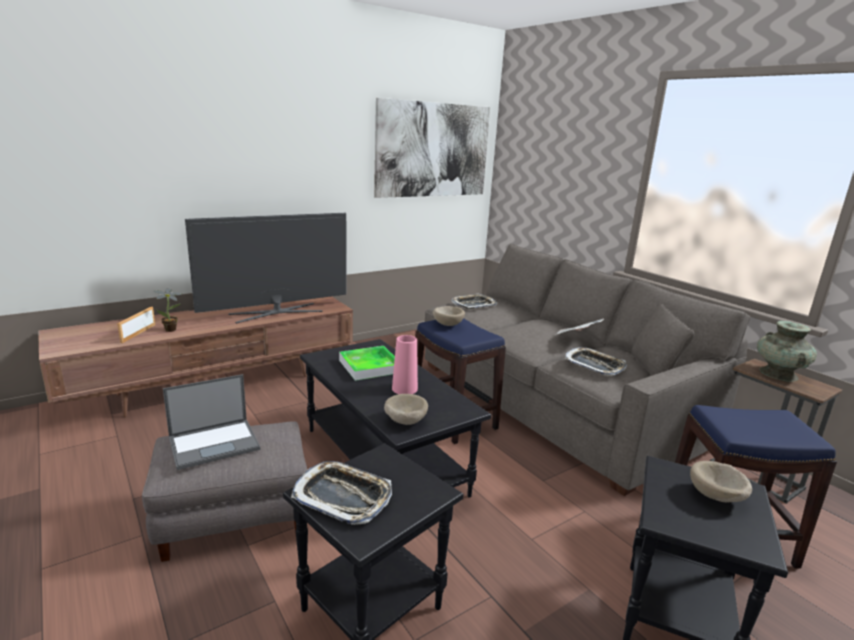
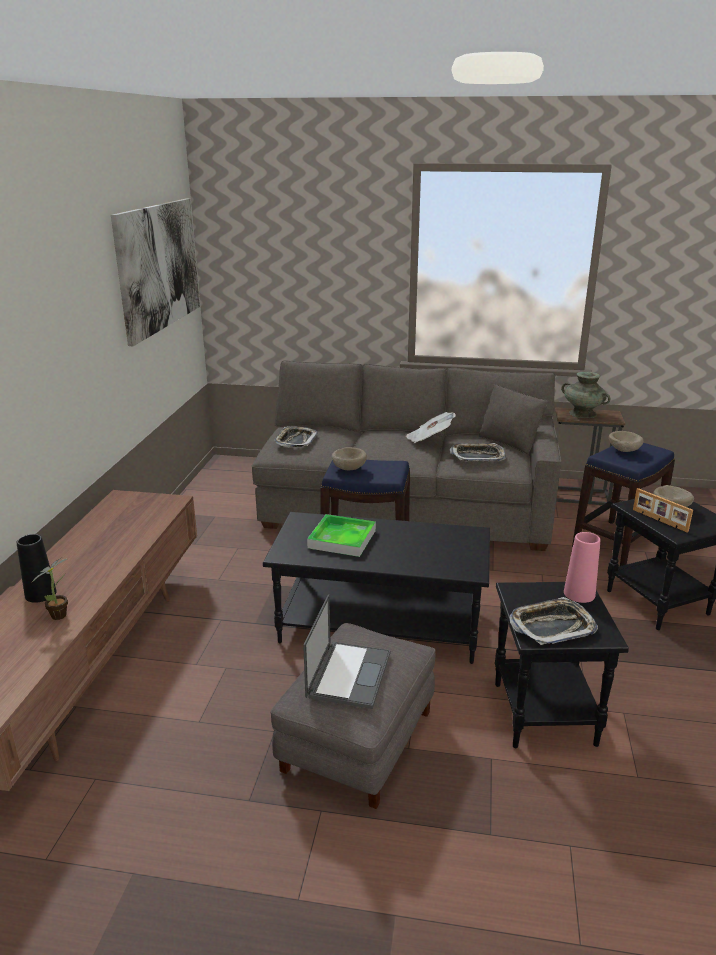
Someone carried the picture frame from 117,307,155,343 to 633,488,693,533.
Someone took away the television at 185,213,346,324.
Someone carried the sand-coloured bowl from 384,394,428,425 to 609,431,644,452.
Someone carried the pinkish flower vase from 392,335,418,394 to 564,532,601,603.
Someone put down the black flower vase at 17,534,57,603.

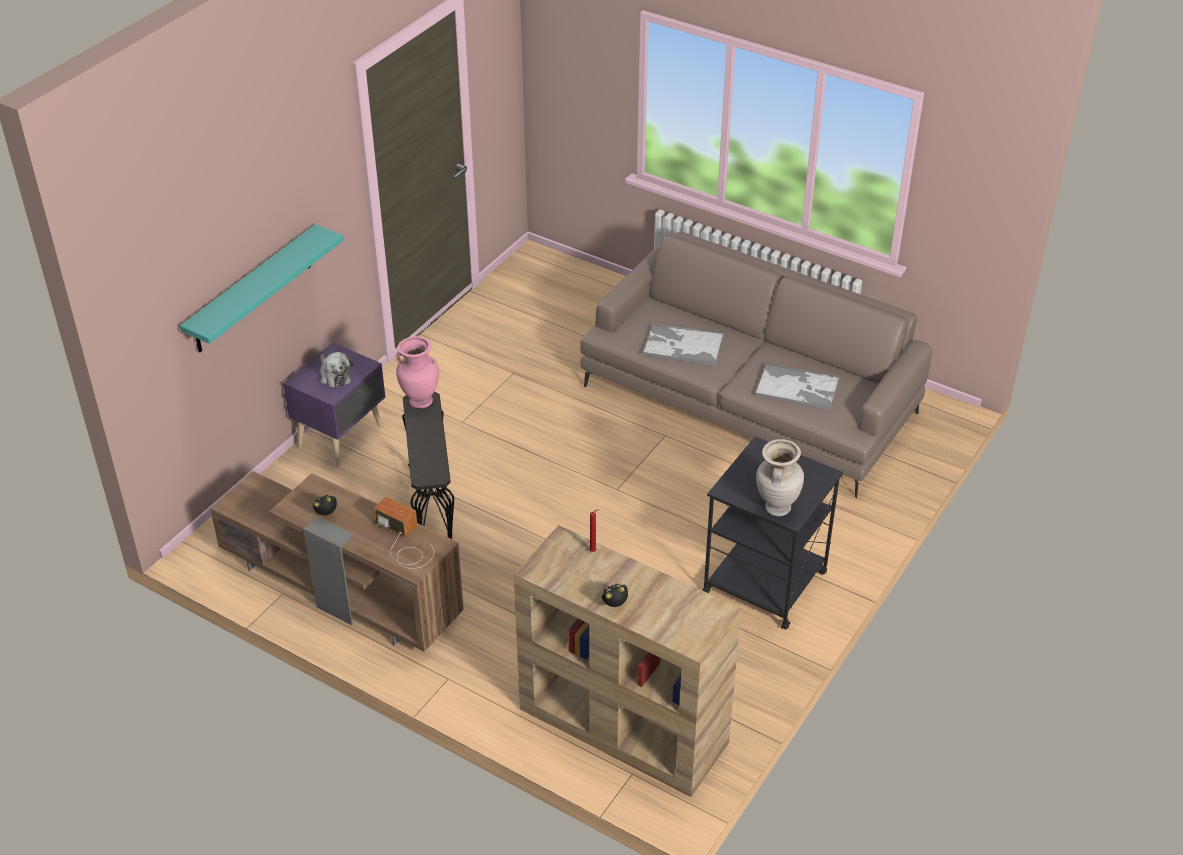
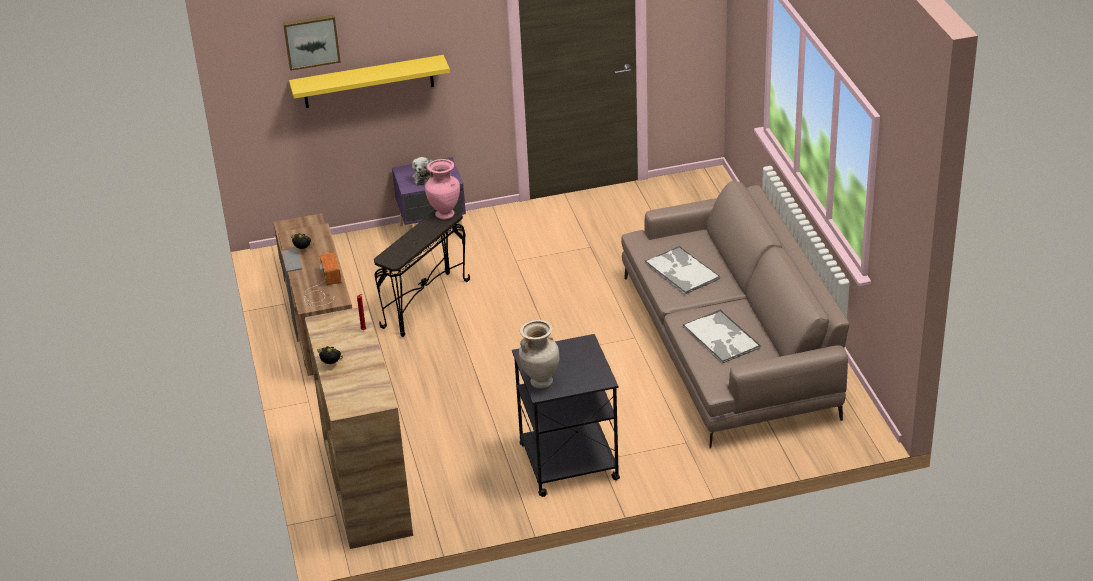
Someone repainted the turquoise wall shelf at 180,224,344,353, which became the yellow wall shelf at 289,55,450,108.
Someone put up the wall art at 283,15,341,71.

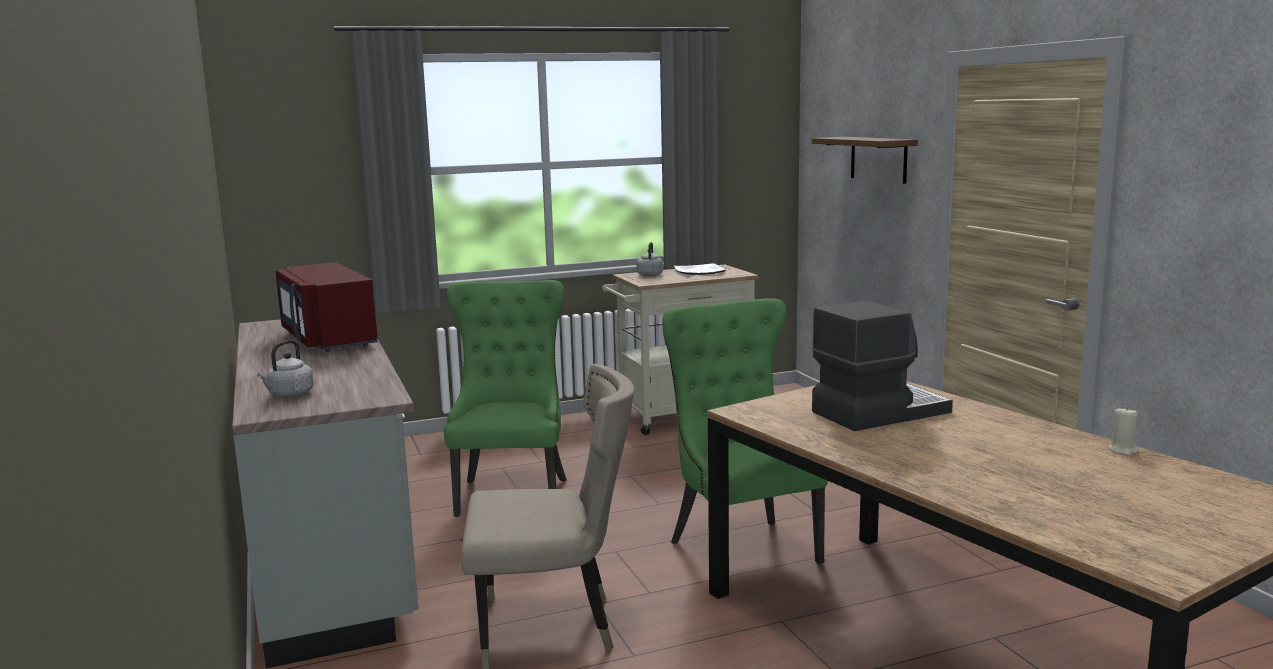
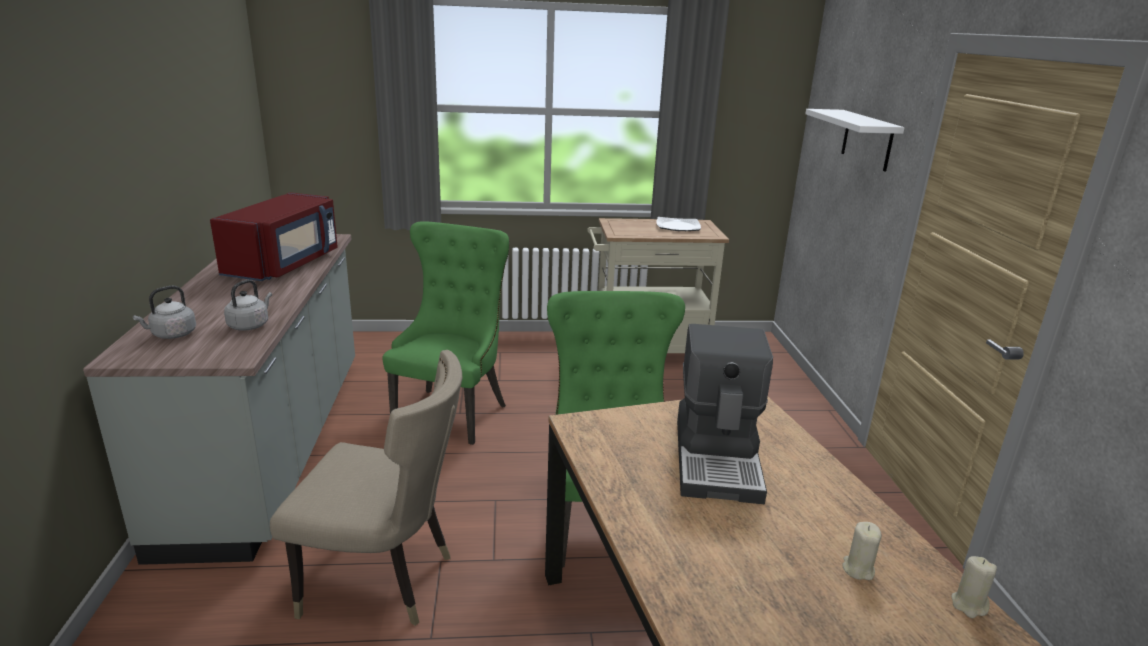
Someone rotated the red microwave oven at 276,262,378,352 by 150 degrees counterclockwise.
Someone carried the greyish water kettle from 637,242,663,276 to 224,279,272,330.
Someone repainted the brown wall shelf at 812,137,918,184, which became the whitish wall shelf at 805,109,905,172.
Someone rotated the coffee maker at 812,301,953,431 by 105 degrees clockwise.
Someone put down the sand-coloured wax candle at 842,522,882,580.

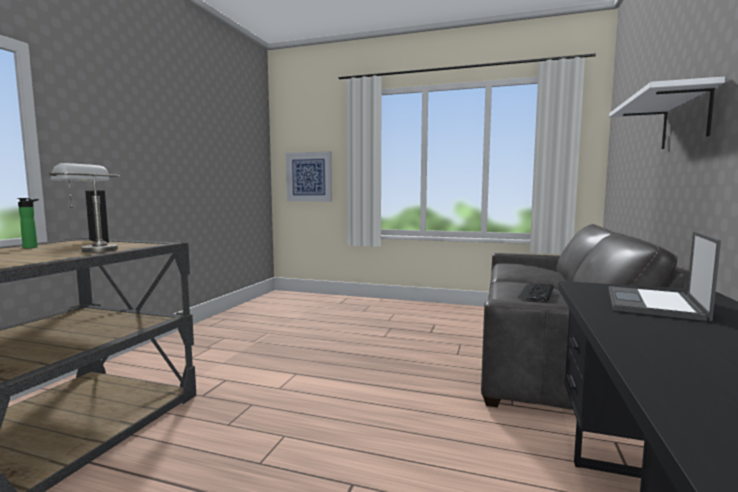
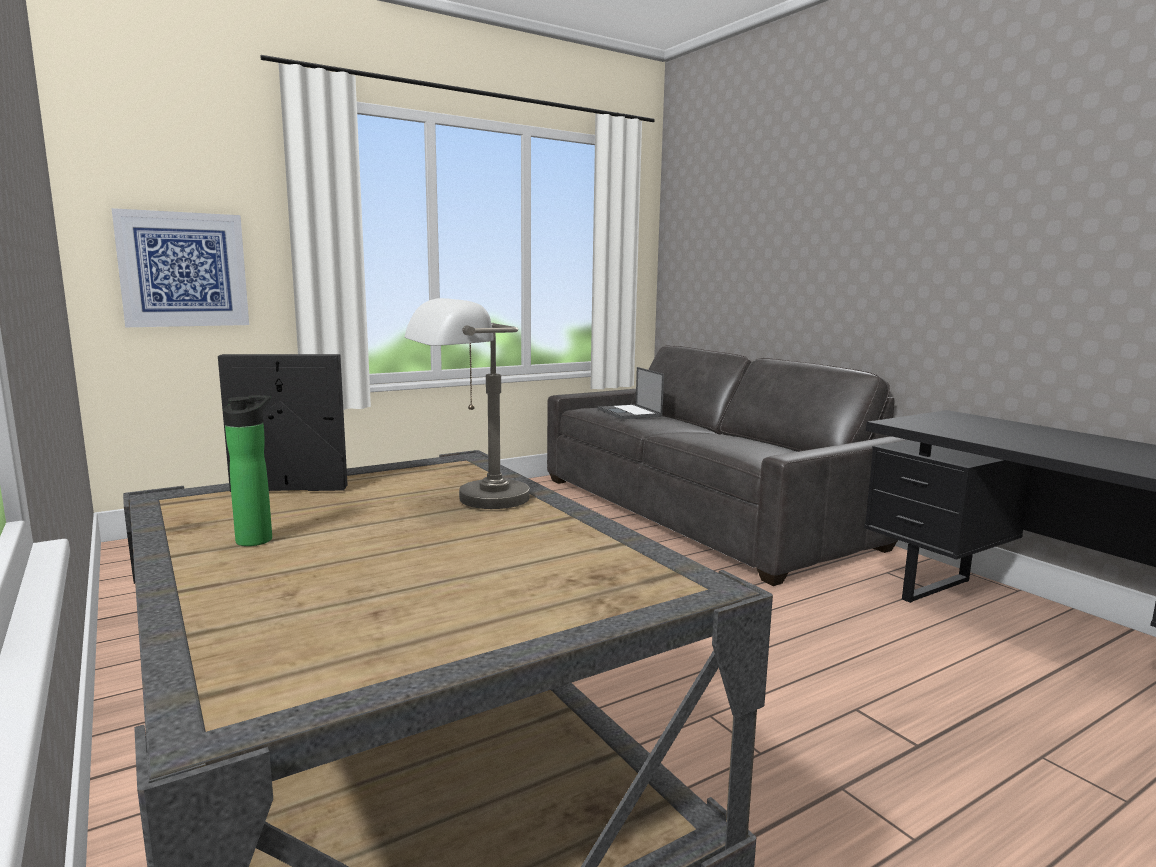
Someone took away the computer keyboard at 518,284,554,301.
Someone took away the whitish wall shelf at 609,77,725,149.
Someone carried the portable computer from 609,231,721,321 to 598,367,664,419.

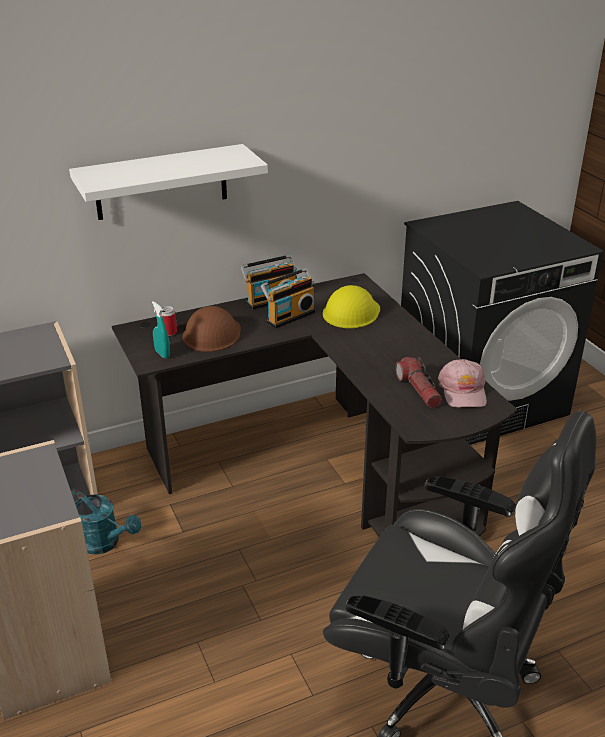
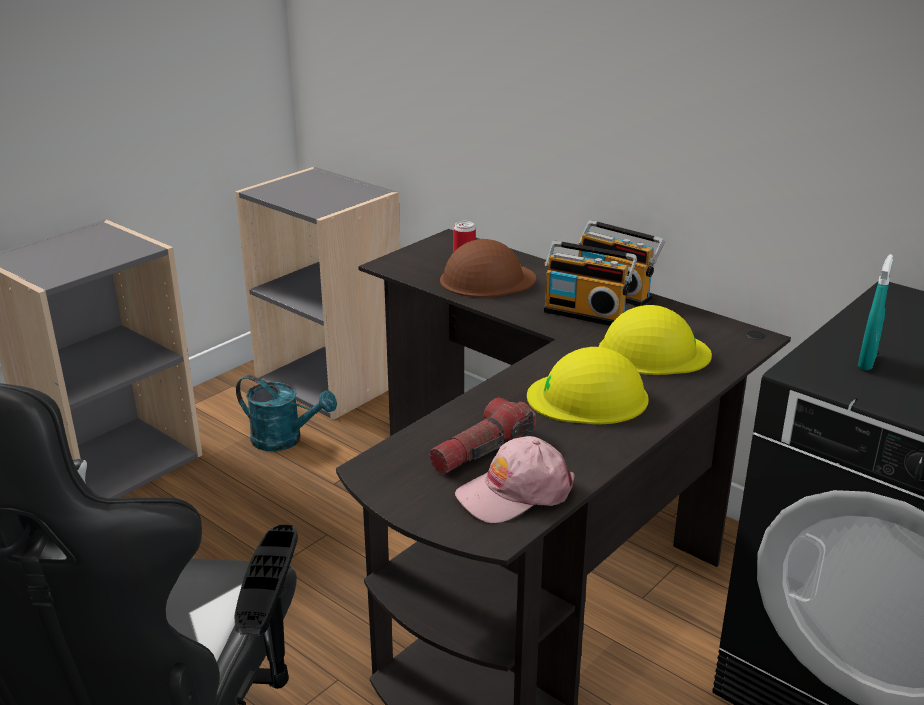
Someone took away the whitish wall shelf at 69,144,268,220.
Someone rotated the turquoise watering pot at 71,490,141,555 by 75 degrees counterclockwise.
Someone carried the turquoise hand sprayer from 152,301,170,359 to 858,254,893,370.
Someone put down the yellow work helmet at 527,347,649,424.

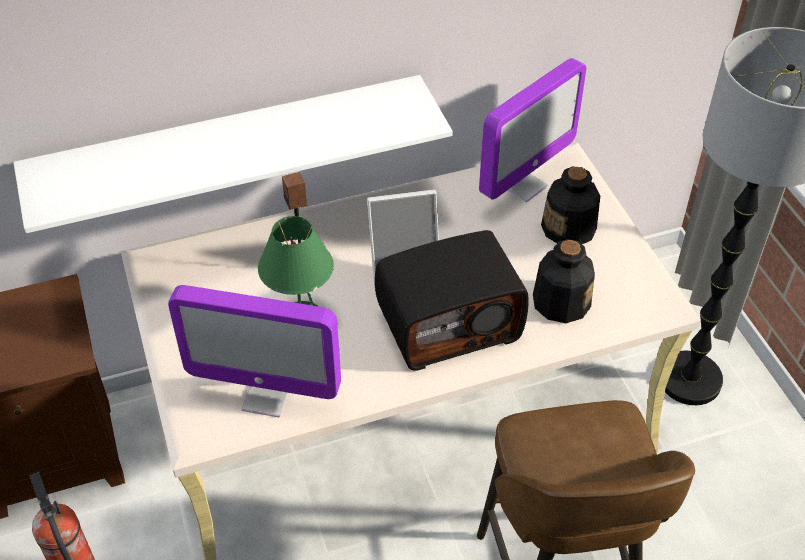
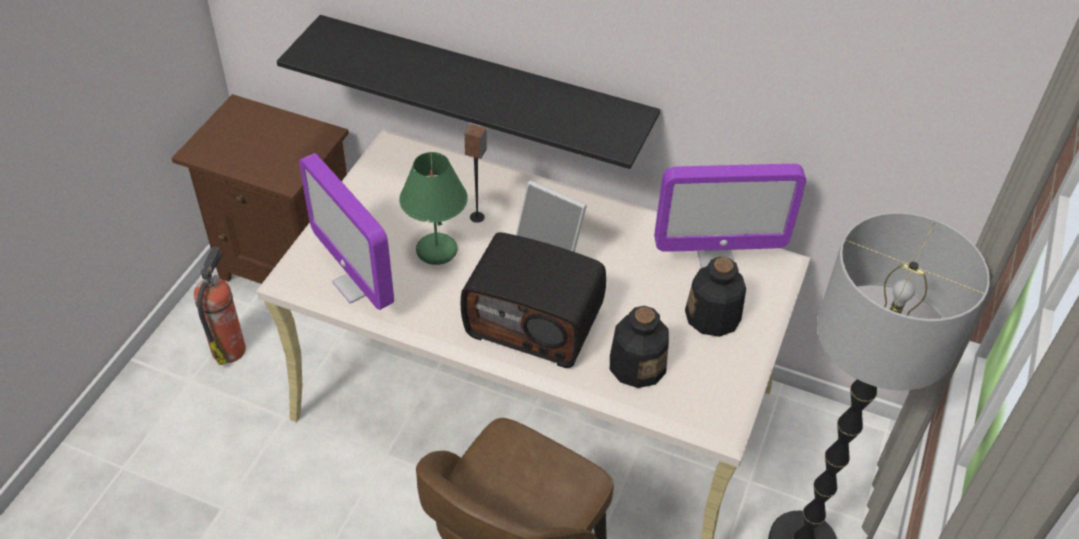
Someone repainted the whitish wall shelf at 13,75,453,233, which became the black wall shelf at 277,15,660,169.

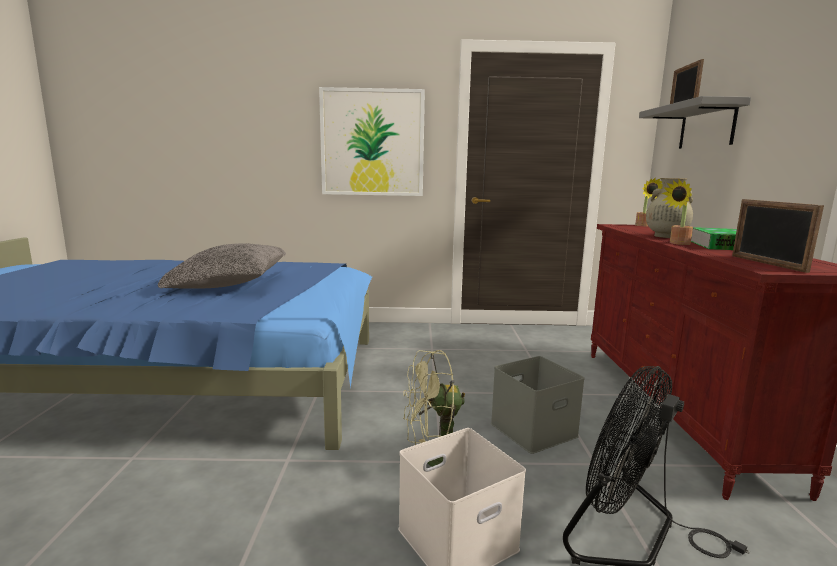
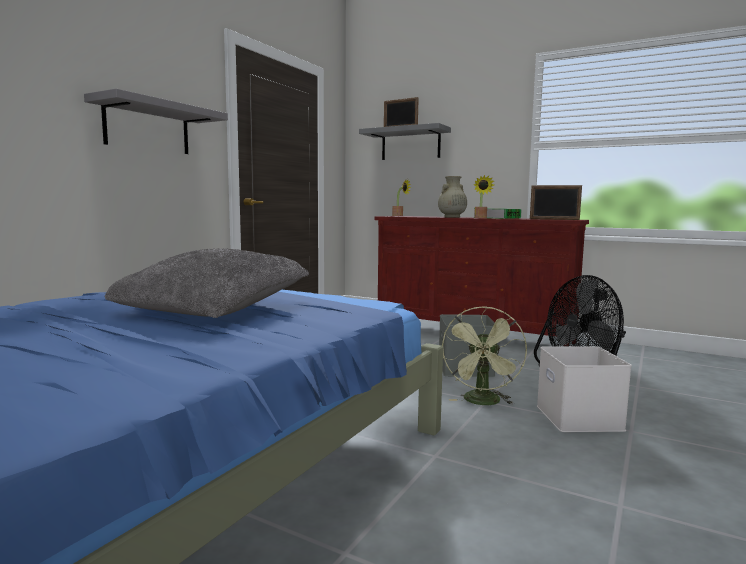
Someone swapped the wall art at 319,87,425,196 for the greyish wall shelf at 84,89,228,154.

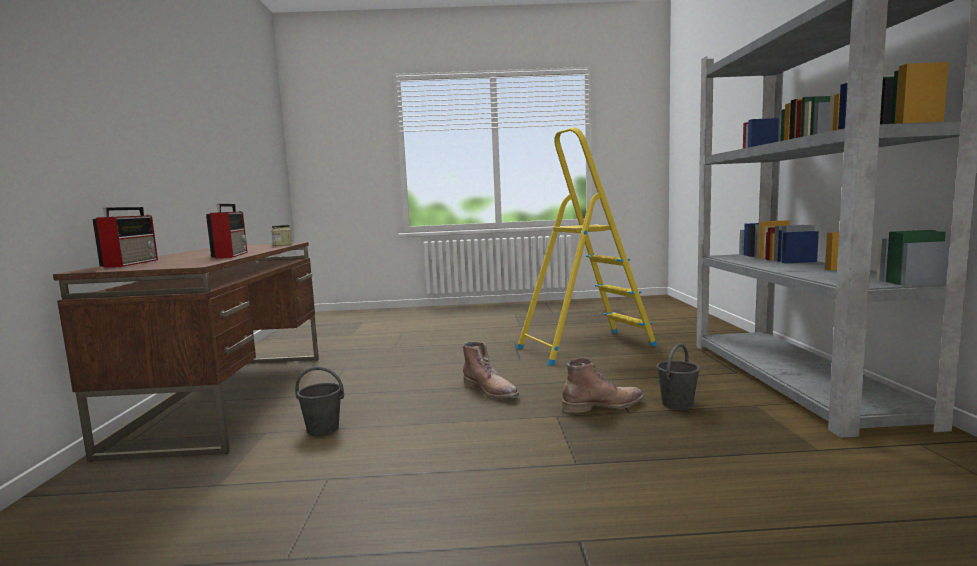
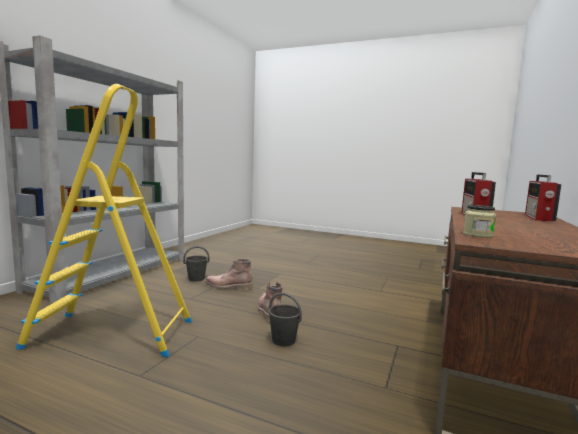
Someone carried the greyish pail from 295,366,344,436 to 269,293,302,346.

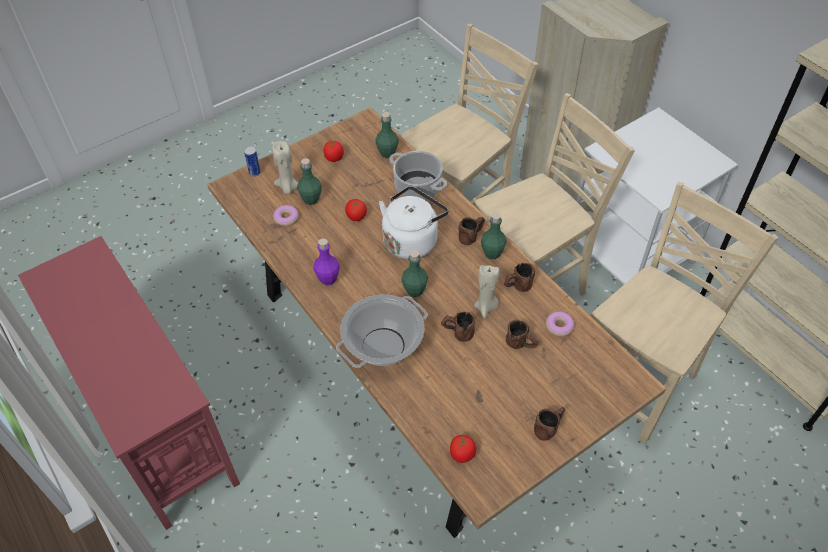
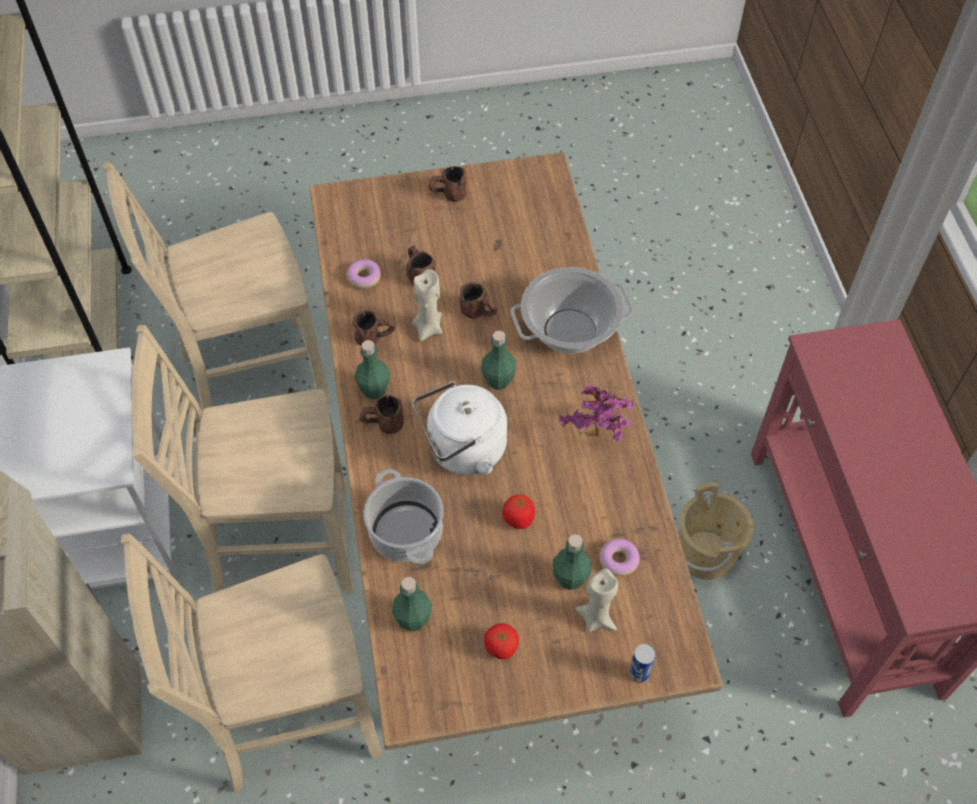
Someone swapped the purple beverage bottle at 313,238,340,285 for the plant in a pot at 559,385,633,441.
Someone took away the fresh tomato at 450,435,476,463.
Someone put down the sand-coloured pail at 677,482,754,580.

